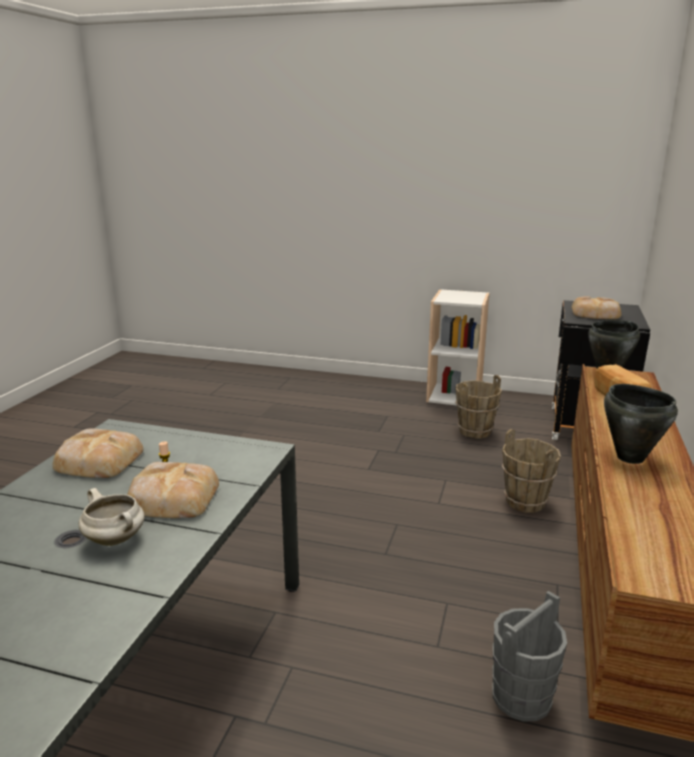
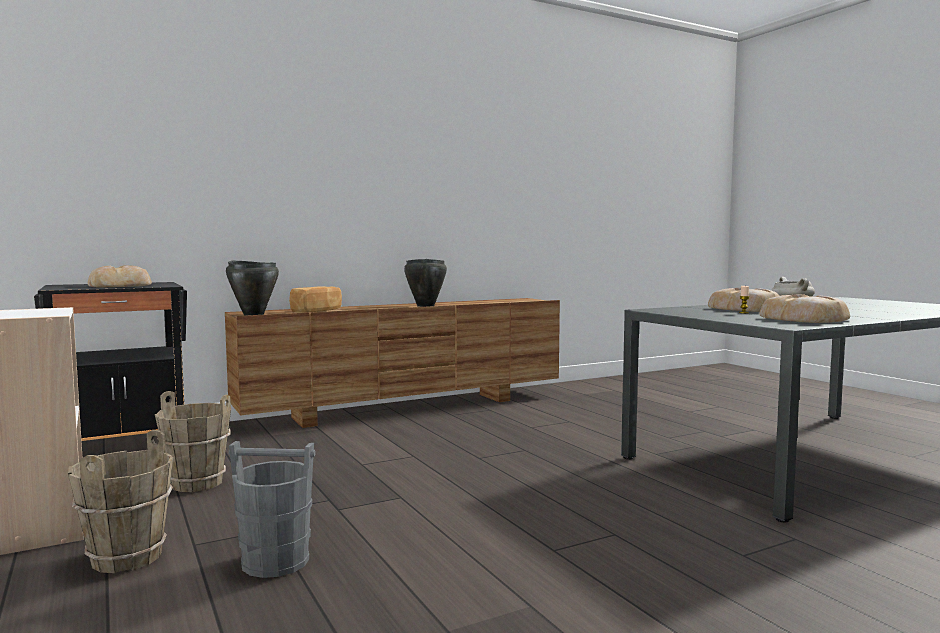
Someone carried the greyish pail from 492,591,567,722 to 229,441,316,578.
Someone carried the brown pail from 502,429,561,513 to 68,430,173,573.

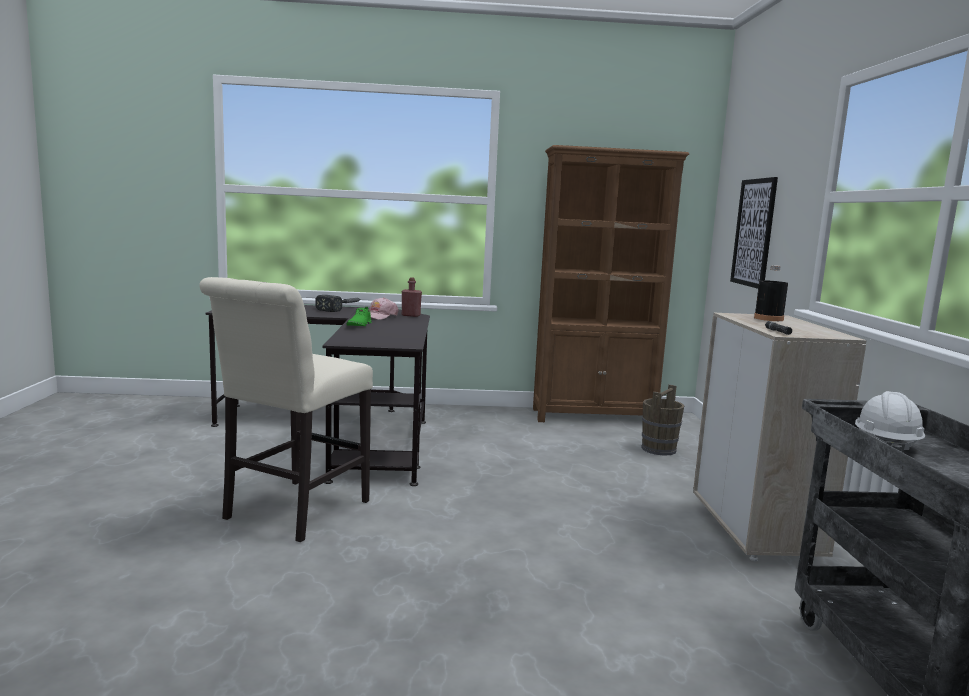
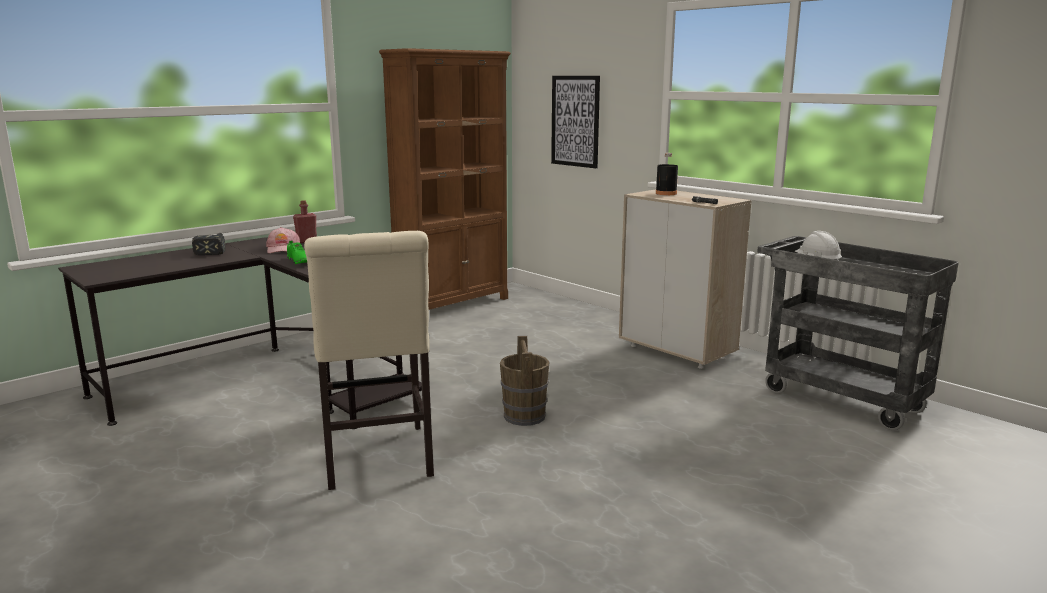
Someone carried the brown pail from 642,384,684,456 to 500,336,550,426.

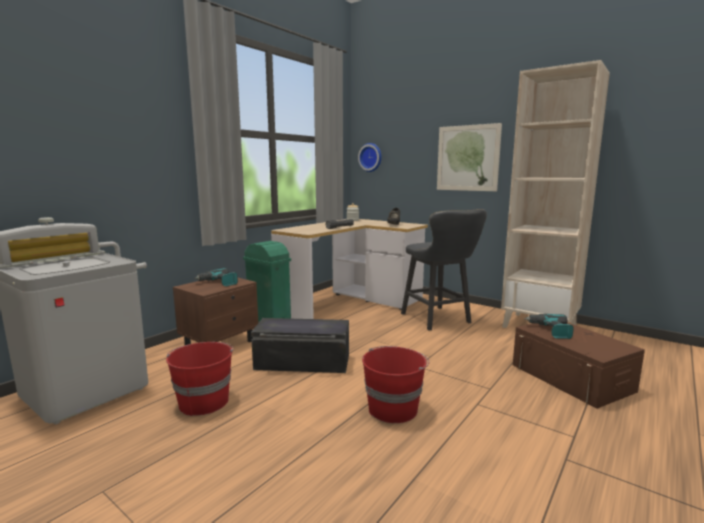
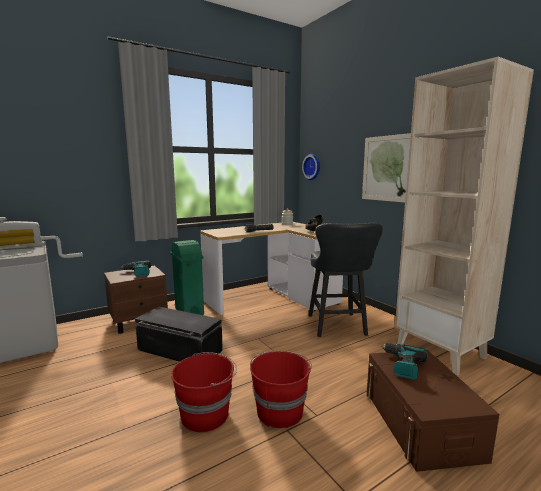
Someone carried the red pail from 166,342,234,416 to 250,351,312,428.

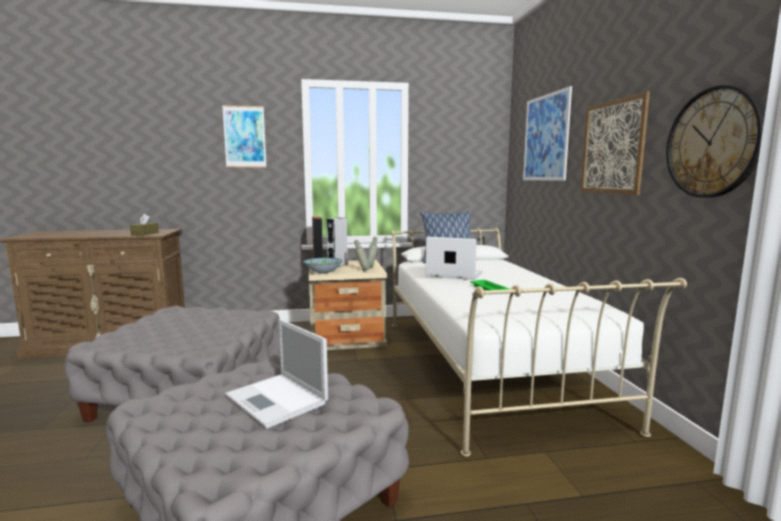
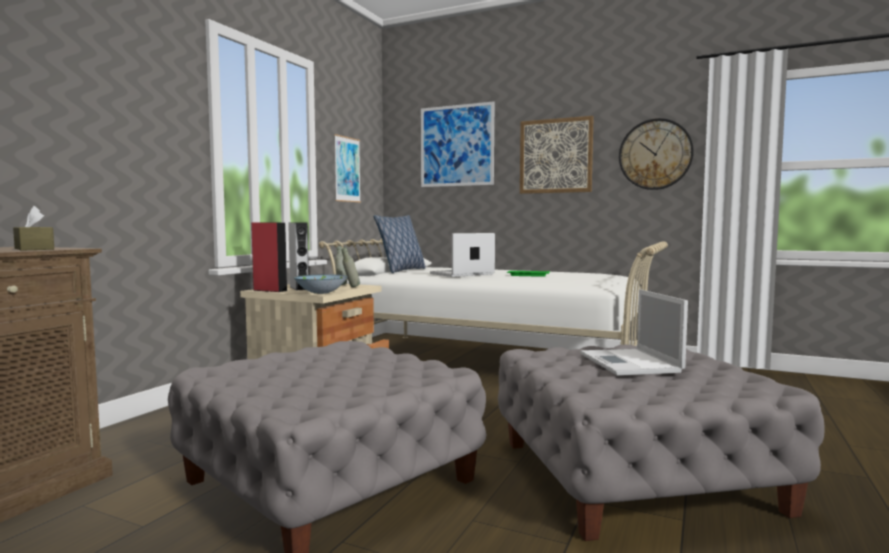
Someone carried the wall art from 222,105,267,167 to 334,134,361,203.
Someone rotated the portable computer at 225,319,328,429 by 90 degrees clockwise.

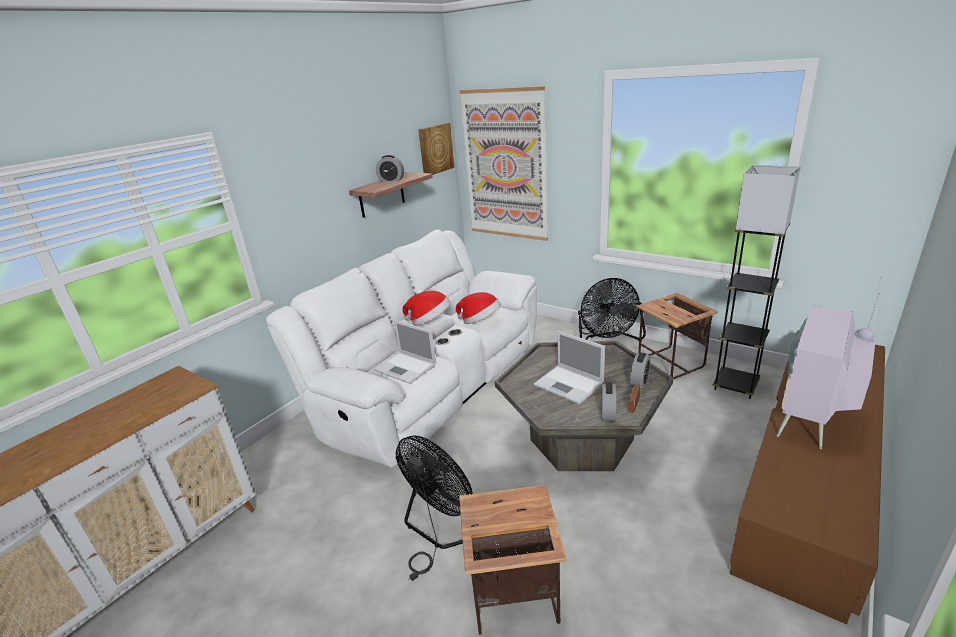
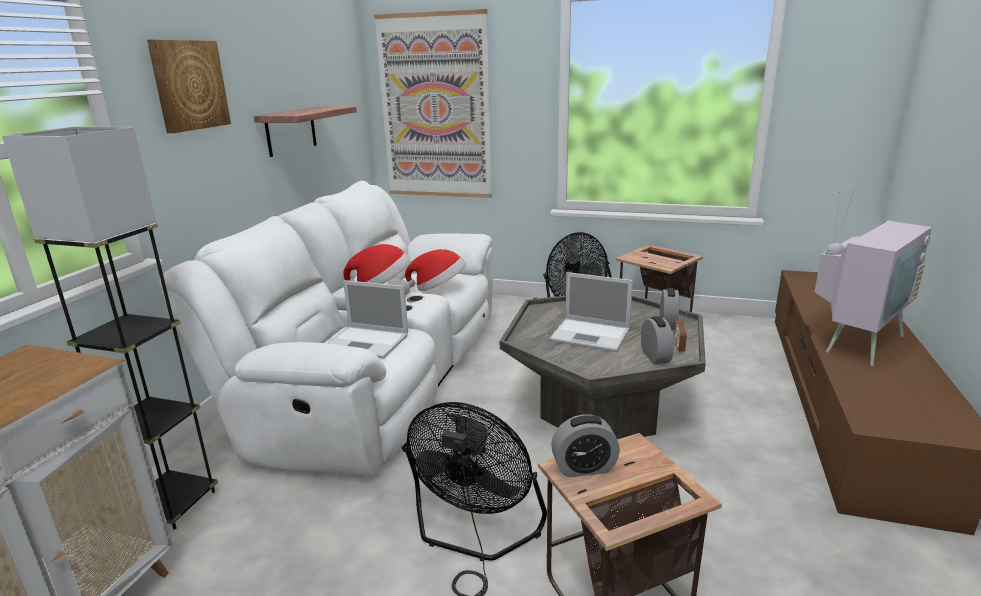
Someone carried the alarm clock from 376,155,404,182 to 551,414,620,477.
Someone carried the wall art from 418,123,454,175 to 147,39,231,133.
Someone carried the greyish standing lamp from 713,165,801,399 to 2,126,218,529.
Someone rotated the television at 776,276,882,449 by 150 degrees counterclockwise.

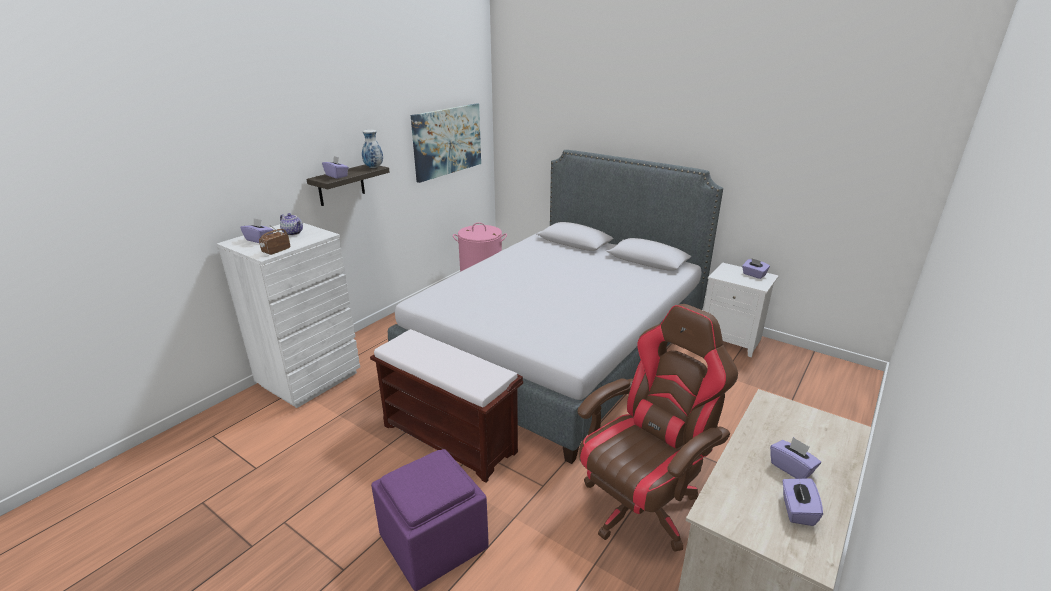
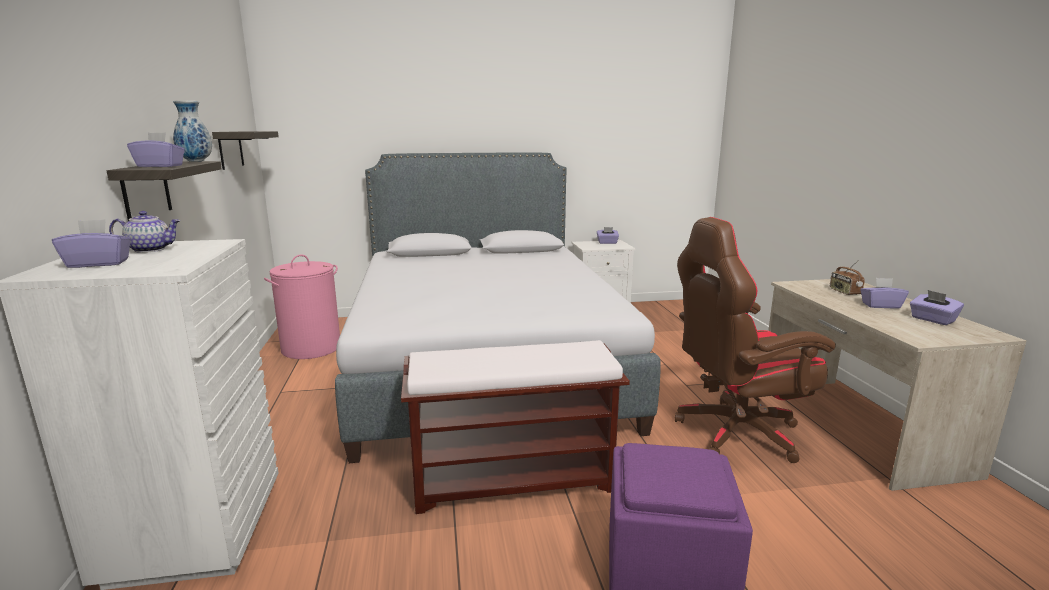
Someone carried the radio from 259,225,290,255 to 830,260,865,295.
Someone swapped the wall art at 411,103,481,183 for the wall shelf at 212,131,279,170.
Someone rotated the brown computer chair at 578,304,738,552 by 105 degrees counterclockwise.

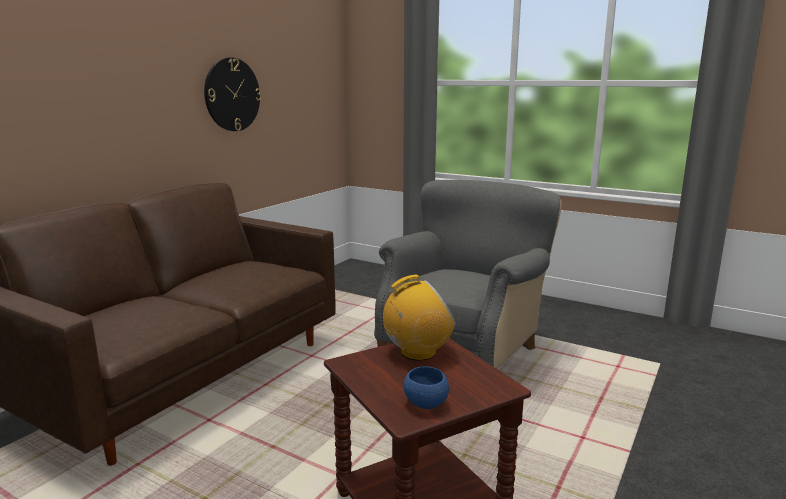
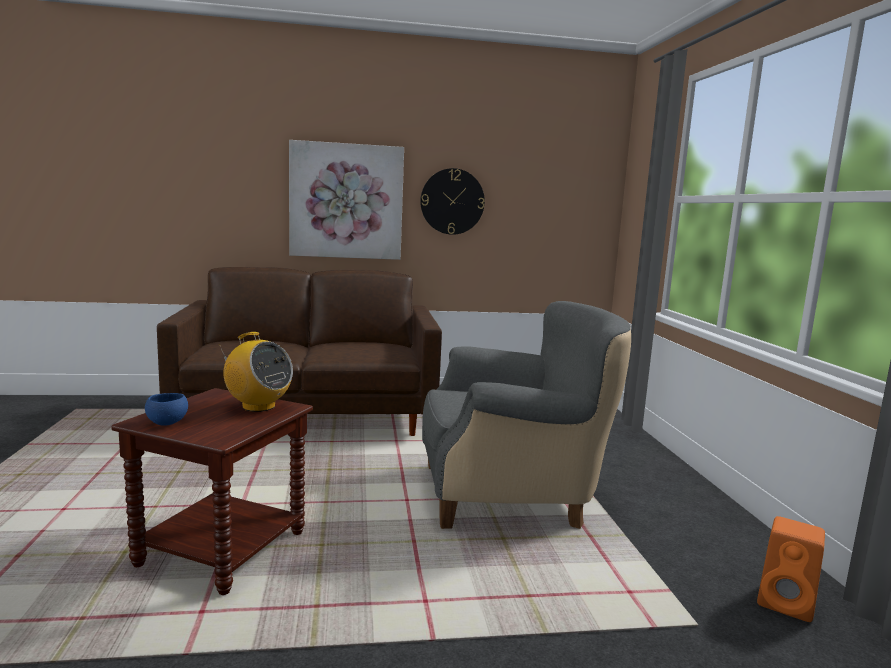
Someone put up the wall art at 289,140,404,260.
Someone put down the orange audio speaker at 757,516,825,622.

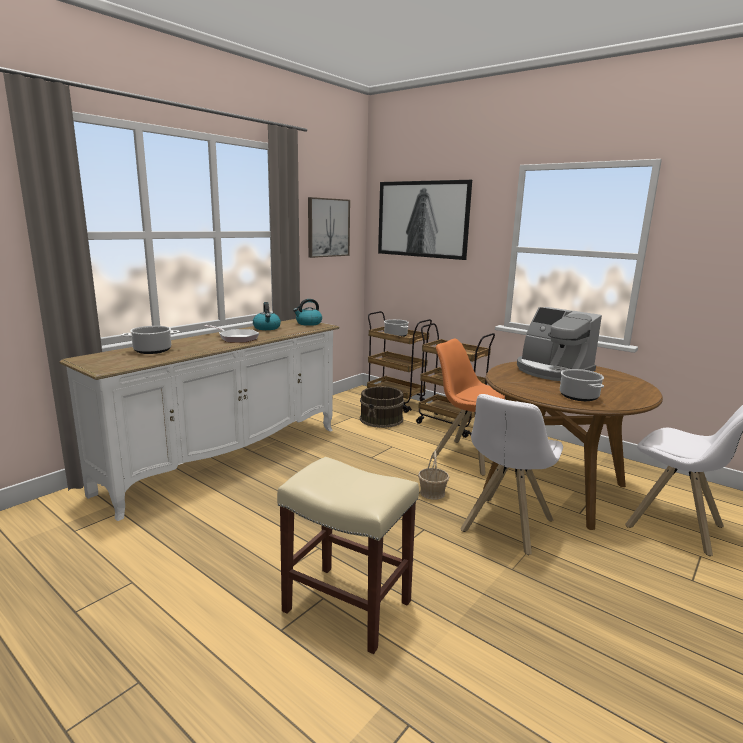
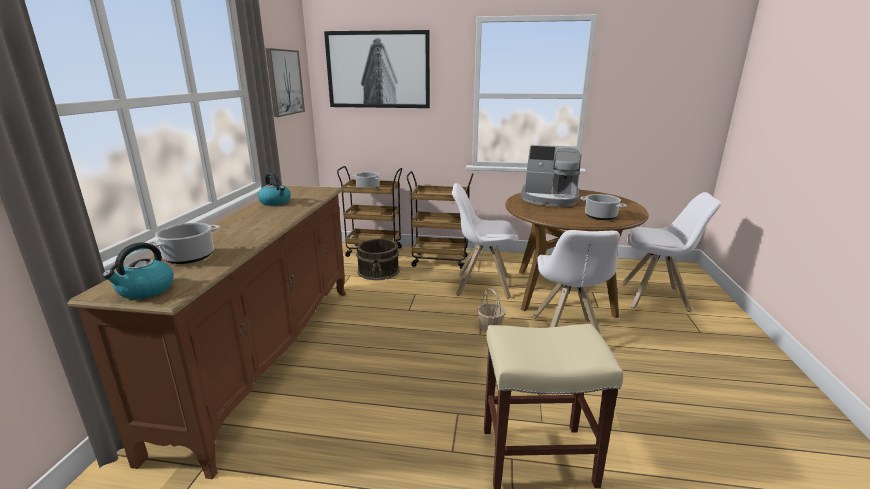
Someone repainted the whitish cabinet at 59,319,339,521, which became the brown cabinet at 67,186,346,479.
Someone took away the frying pan at 204,325,259,343.
Someone carried the water kettle from 293,299,322,326 to 103,242,174,299.
Someone repainted the orange plain chair at 432,339,505,476, which became the whitish plain chair at 452,183,519,299.

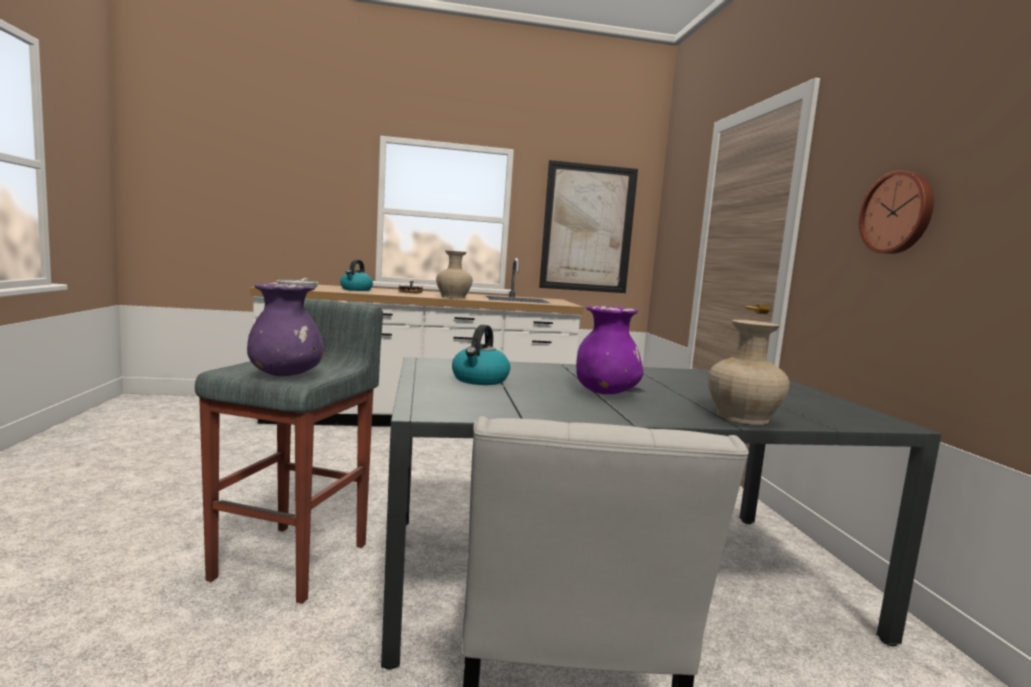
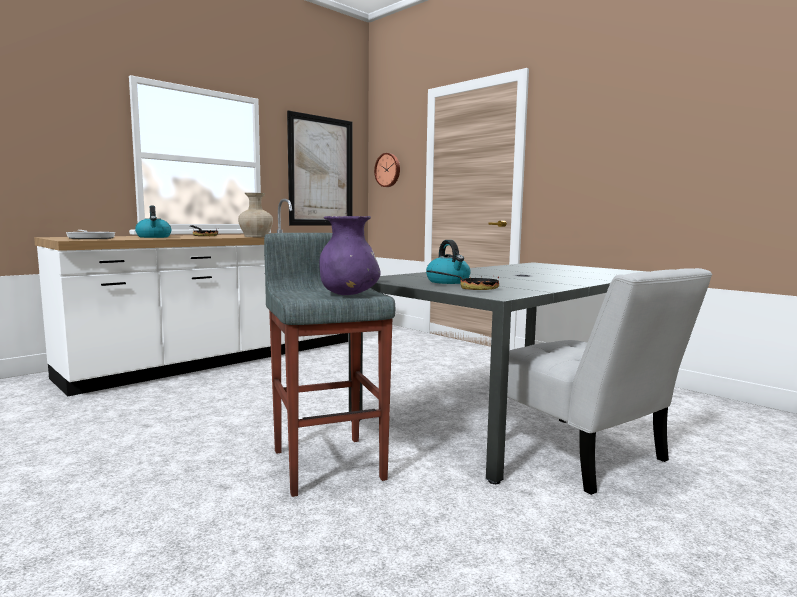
Someone took away the purple flower vase at 576,306,643,394.
Someone took away the sand-coloured flower vase at 708,320,789,425.
Someone carried the wall clock from 859,170,934,254 to 374,153,400,187.
Someone put down the frying pan at 427,270,500,290.

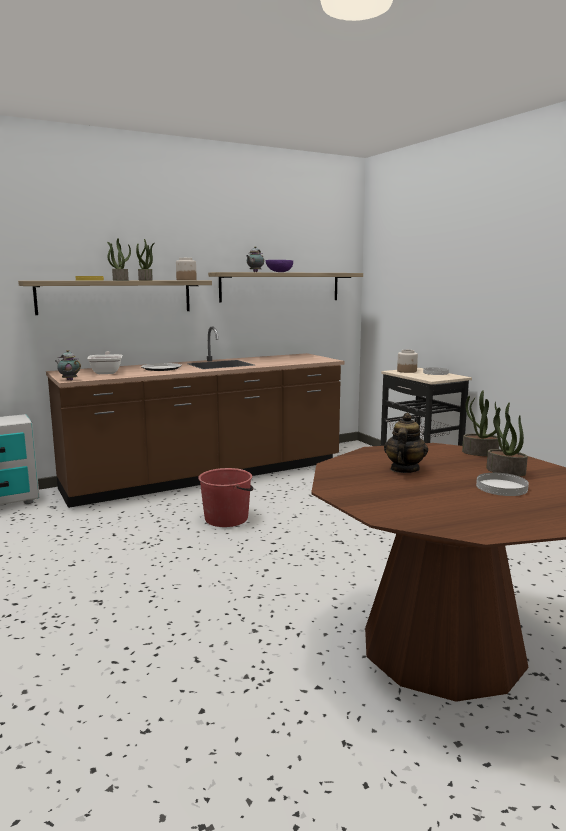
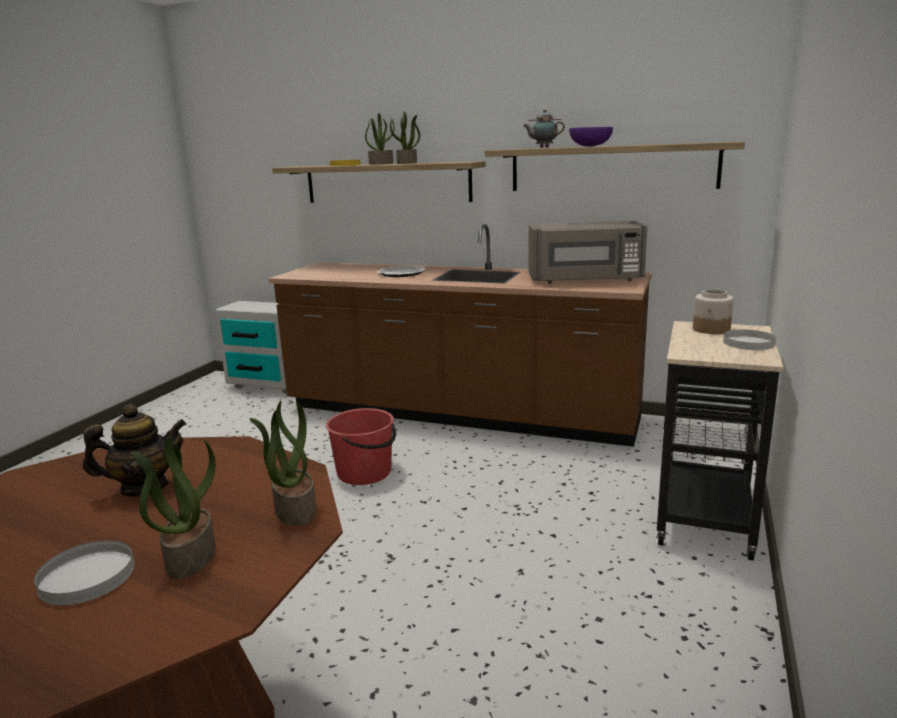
Someone took away the tea pot at 55,350,81,380.
Someone took away the frying pan at 87,351,122,374.
Someone took away the preserve jar at 176,258,197,280.
Someone put down the greyish microwave oven at 529,221,647,284.

